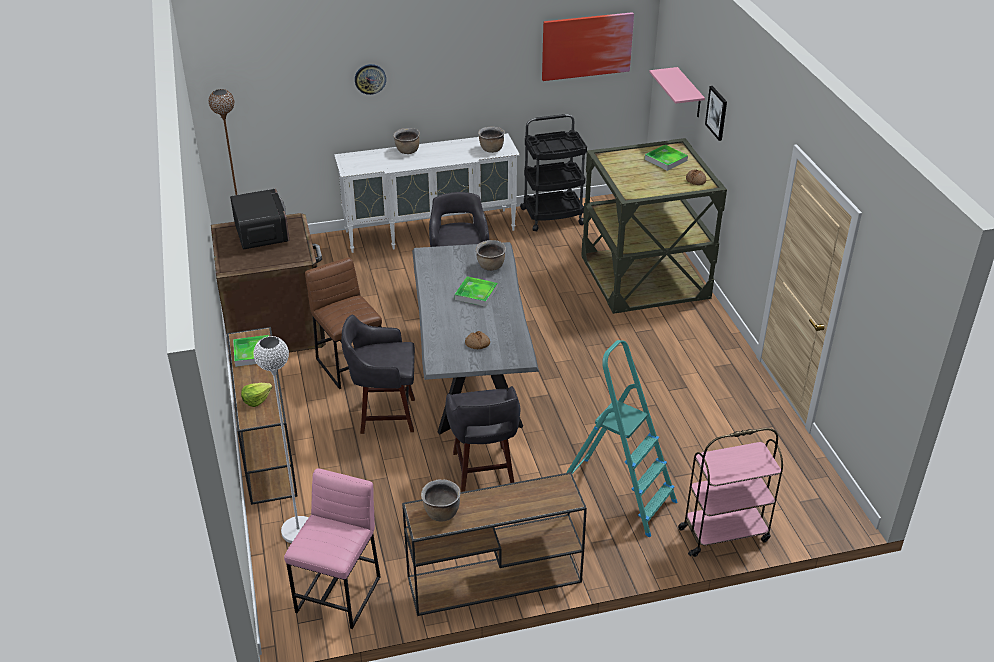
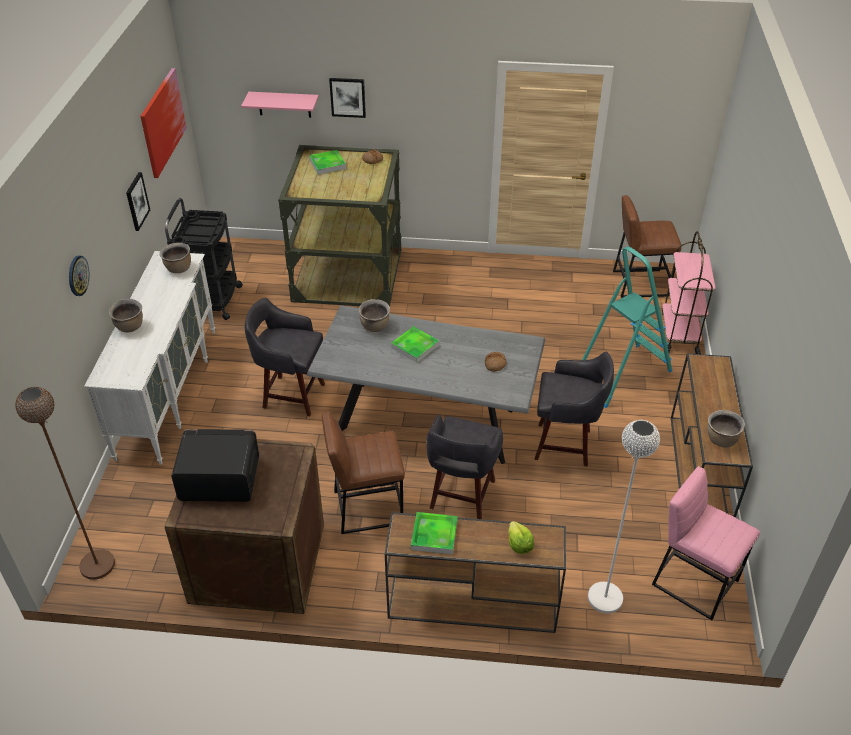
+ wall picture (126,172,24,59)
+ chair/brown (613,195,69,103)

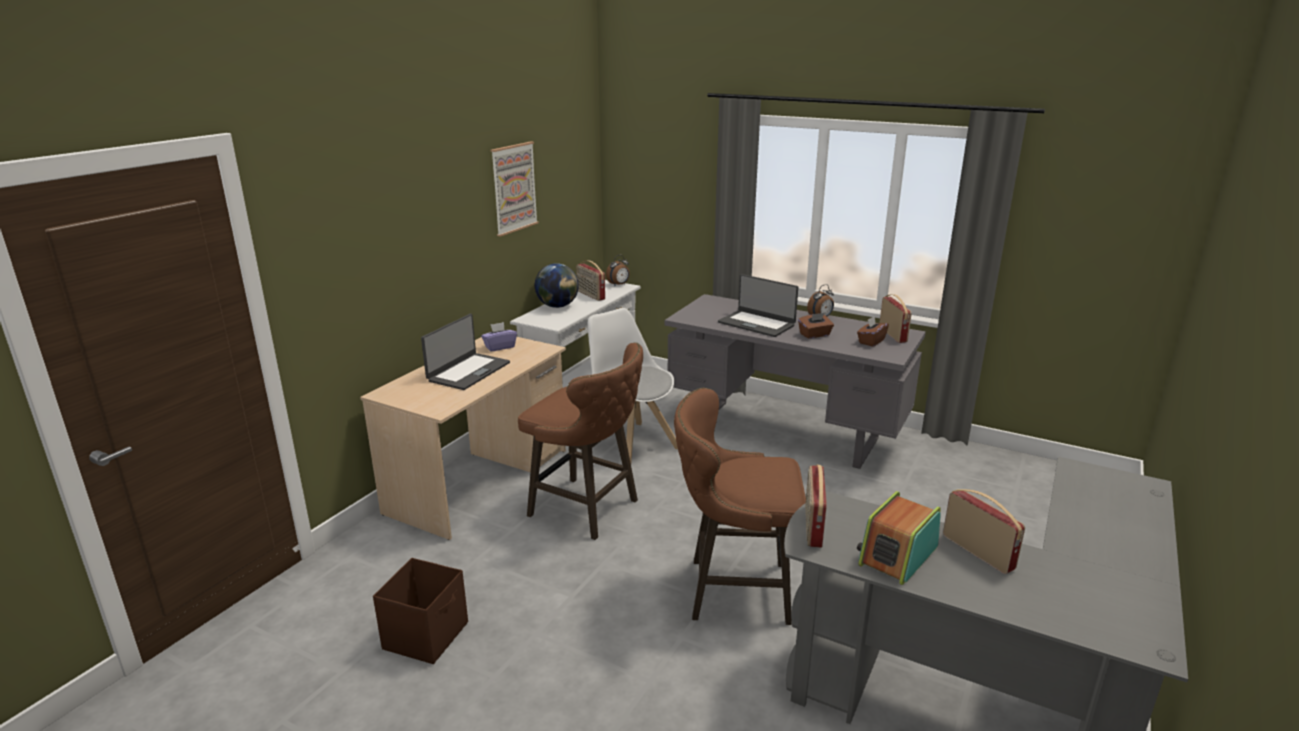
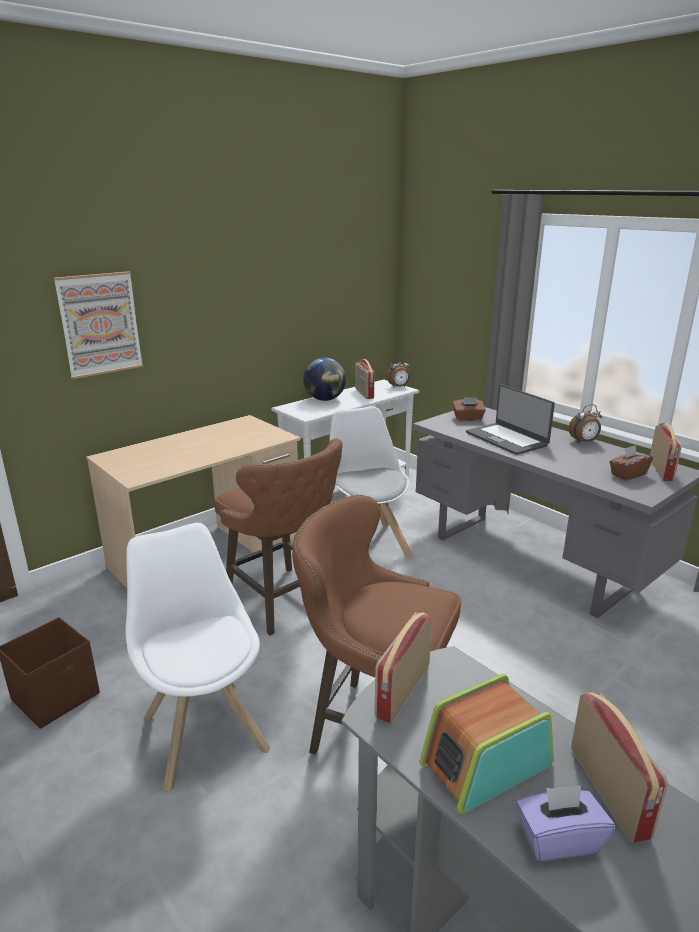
- laptop (421,314,89,76)
~ tissue holder/purple (481,322,36,30) to (516,786,98,75)
~ wall picture (490,141,48,96) to (54,271,89,108)
~ tissue holder/brown (798,313,36,26) to (453,397,33,24)
+ chair/white (125,523,145,270)

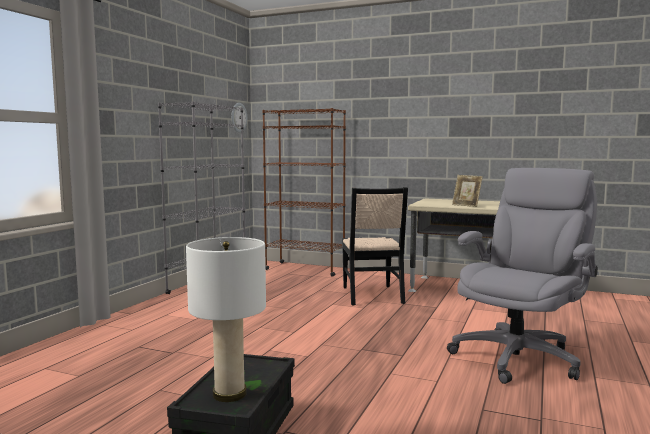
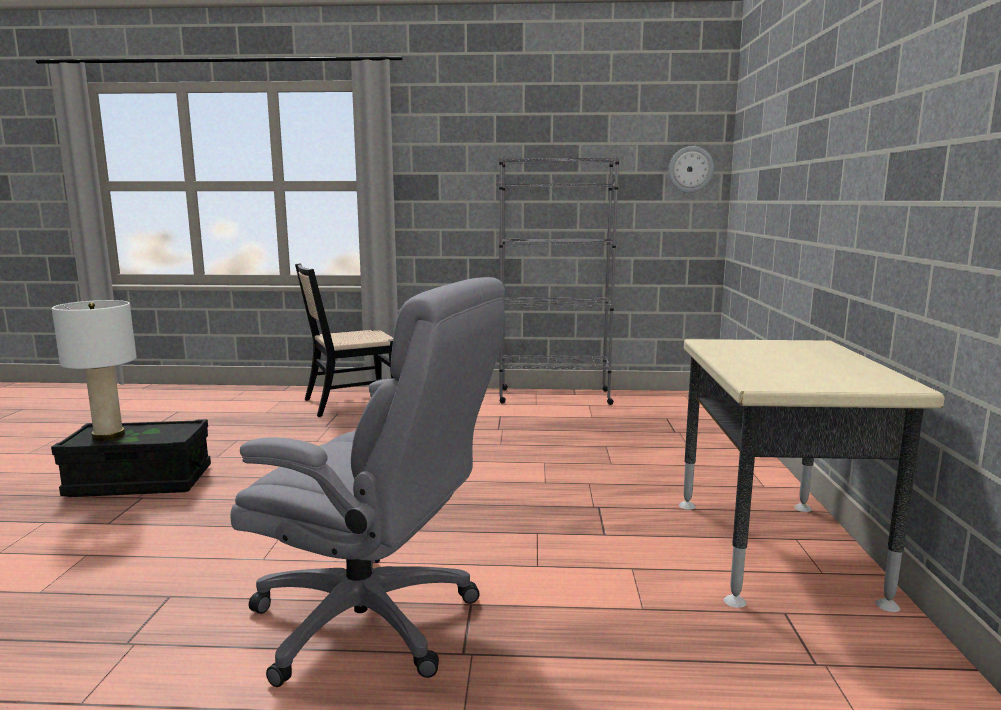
- bookshelf/brown (262,108,84,169)
~ chair (342,187,66,119) to (295,263,99,154)
- picture frame (452,175,31,32)

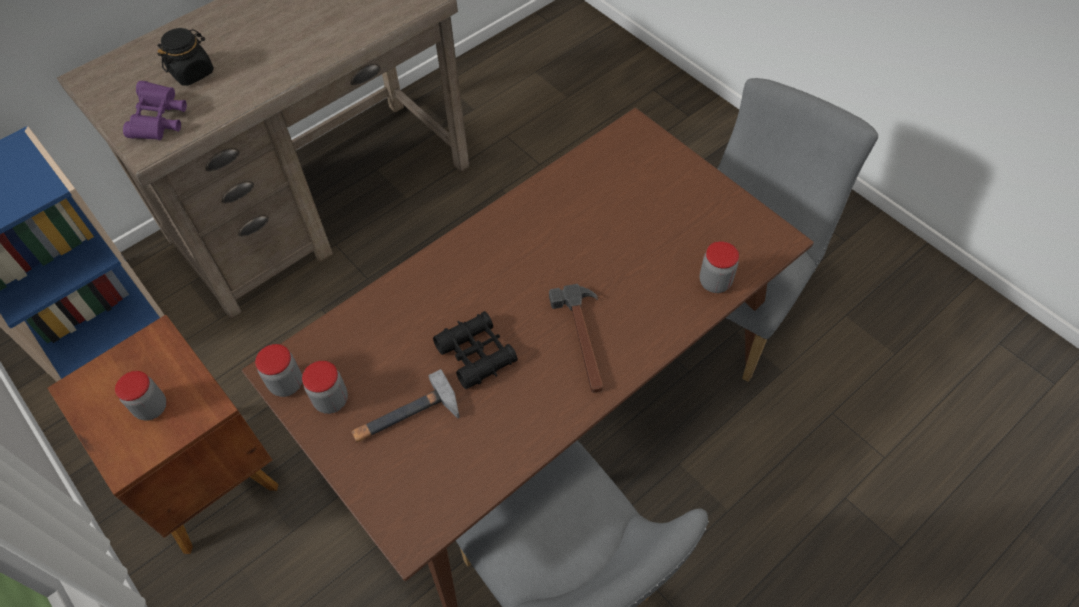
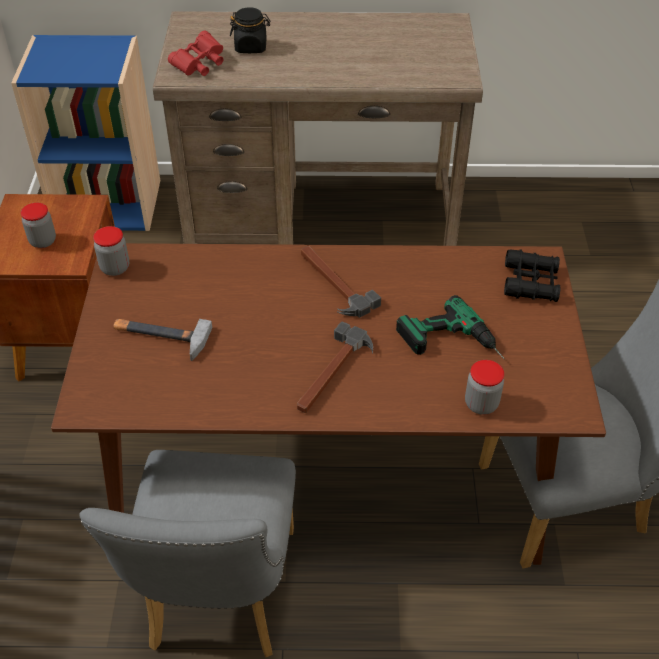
~ binoculars/purple (123,81,64,59) to binoculars/reddish (168,31,56,45)
- storage jar (302,361,46,53)
~ binoculars/blackish (433,311,85,78) to (504,249,57,53)
+ hand hammer (301,246,80,72)
+ power drill (396,295,108,64)

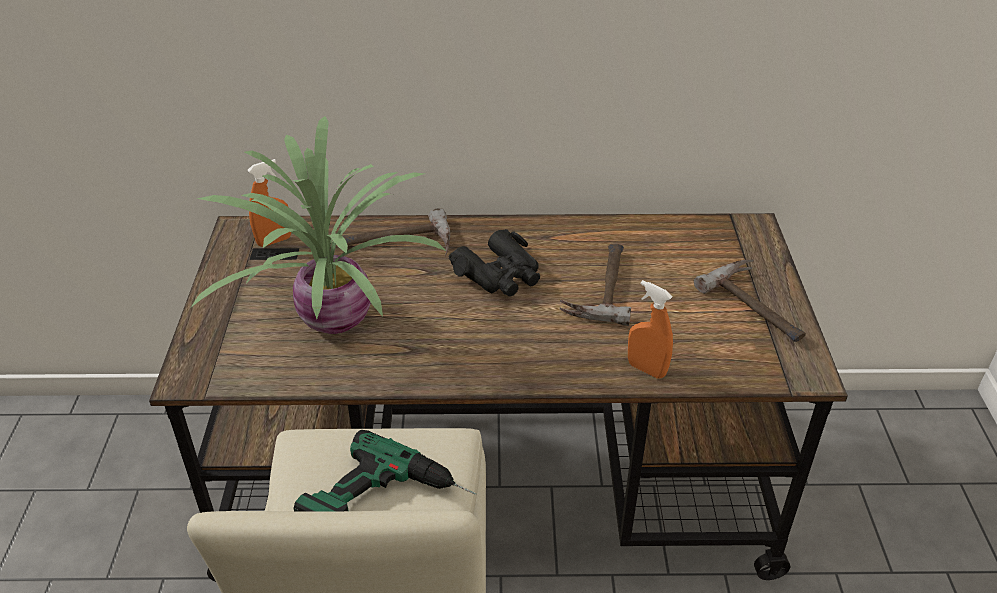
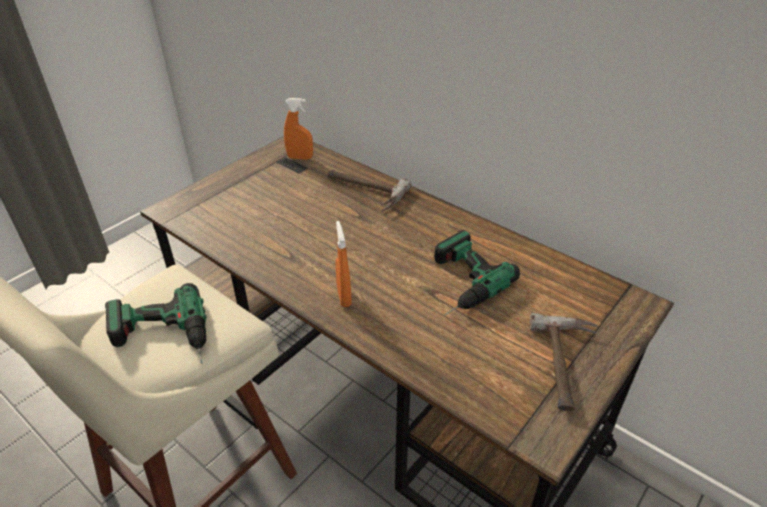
- houseplant (191,116,255,218)
- binoculars/blackish (449,229,91,68)
~ hand hammer (560,244,71,82) to power drill (434,230,86,85)
~ hand sprayer/orange-coloured (628,280,45,99) to (335,221,17,86)

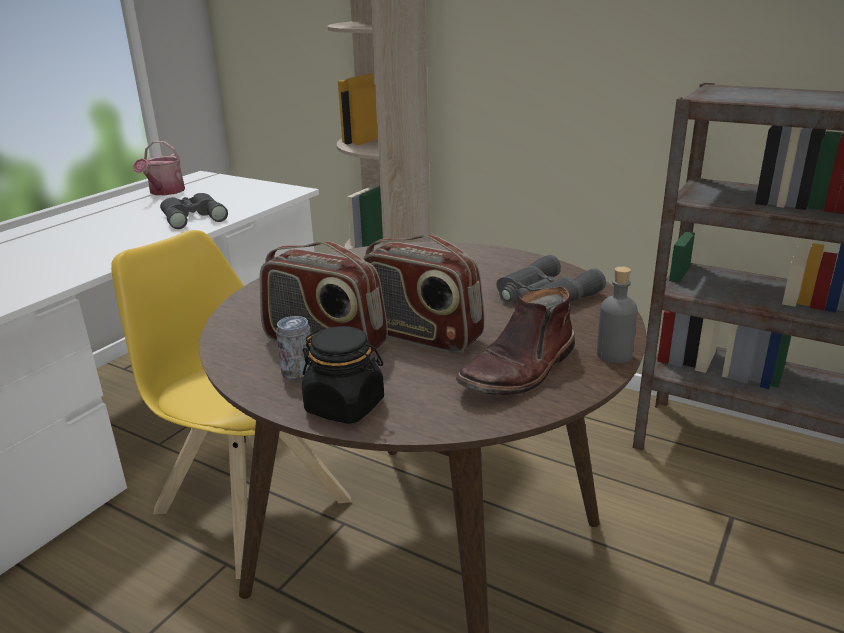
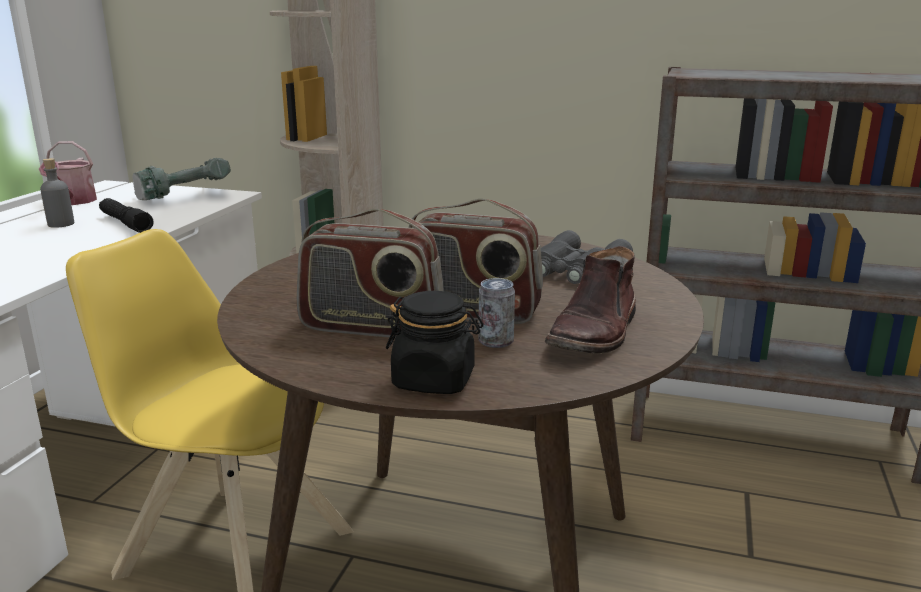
~ binoculars/grey (160,193,68,36) to hand torch/blackish (99,198,54,35)
~ metal can (276,316,35,65) to (478,278,37,70)
~ drink bottle/grey (597,266,41,97) to (40,158,34,70)
+ power drill (132,158,99,42)

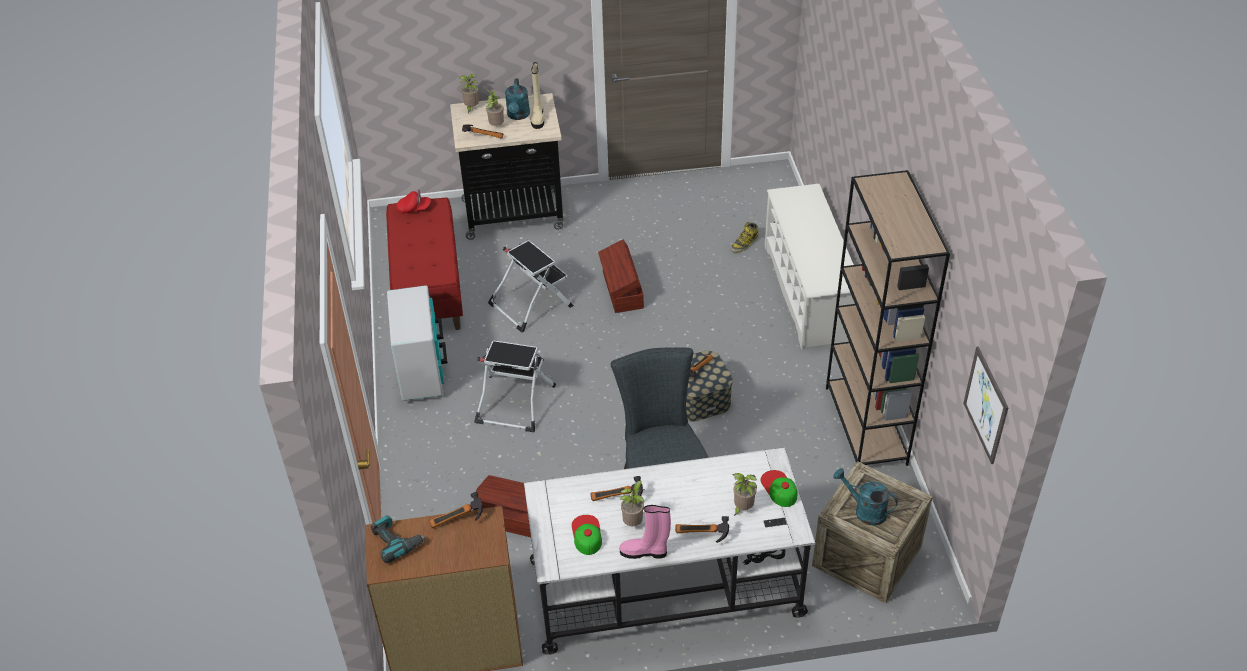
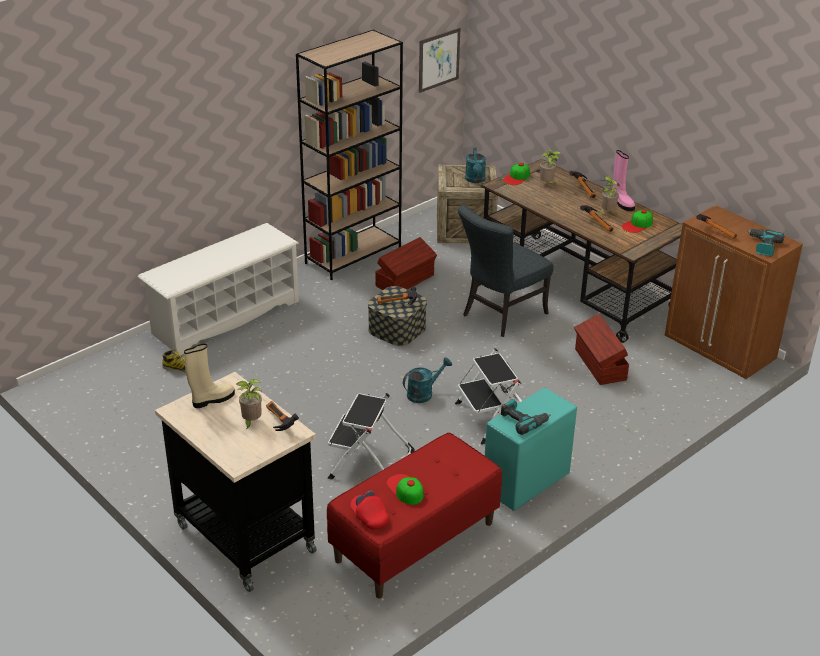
~ night table/white (387,285,61,116) to night table/turquoise-coloured (485,388,92,123)
- houseplant (459,74,20,39)
~ watering pot/turquoise-coloured (505,78,25,42) to (403,357,49,46)
~ desk/white (524,447,291,208) to desk/brown (481,159,202,184)
~ storage box/brown (598,239,46,74) to (375,237,62,53)
+ cap (387,474,37,31)
+ power drill (501,399,49,36)

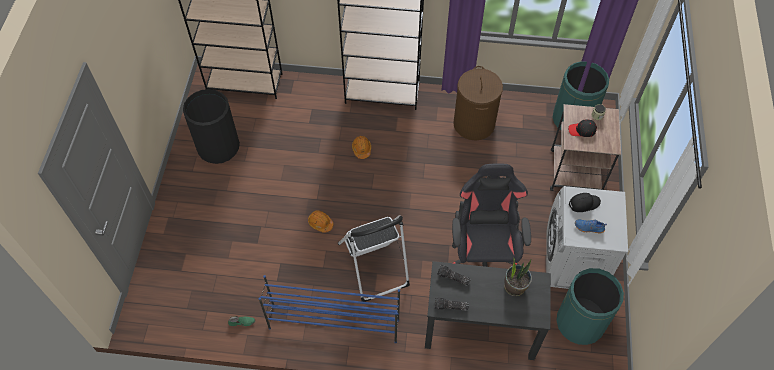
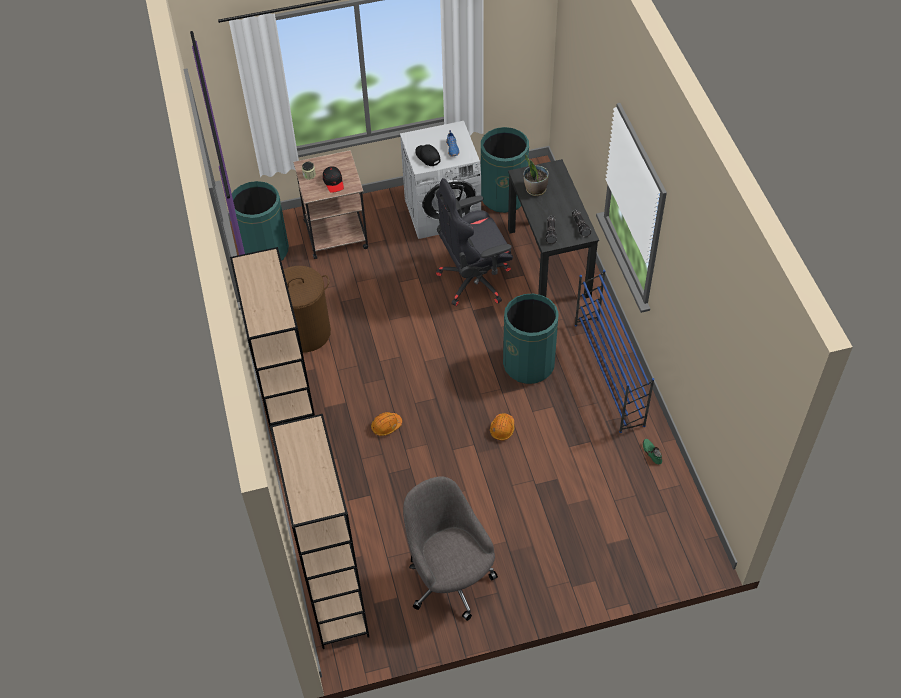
~ rubbish bin/blackish (183,89,57,75) to computer chair/grey (403,476,95,145)
~ step ladder (338,215,72,87) to rubbish bin/green-coloured (503,294,56,90)

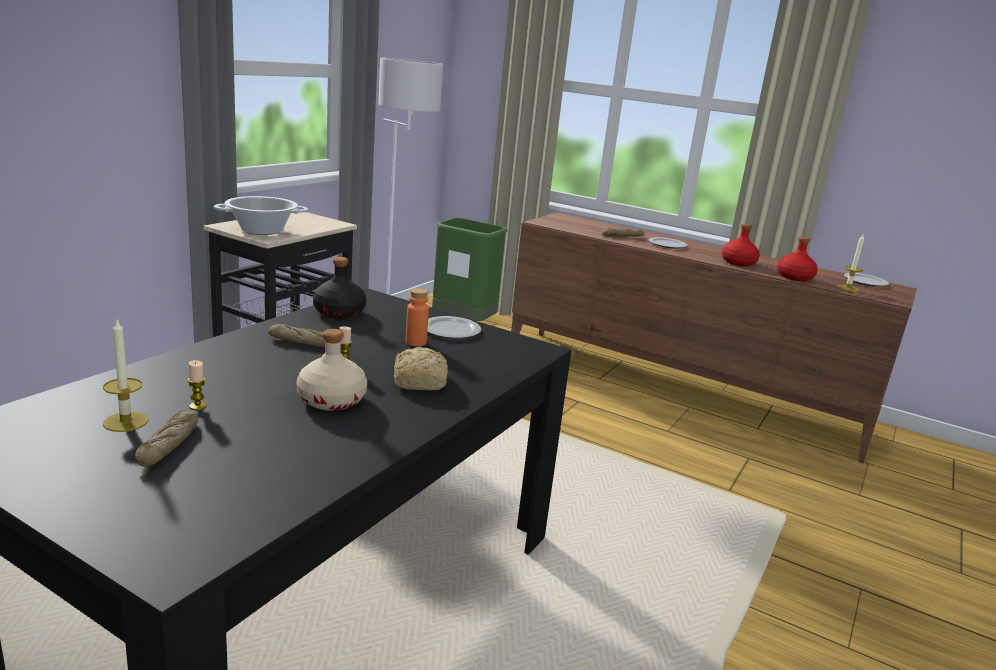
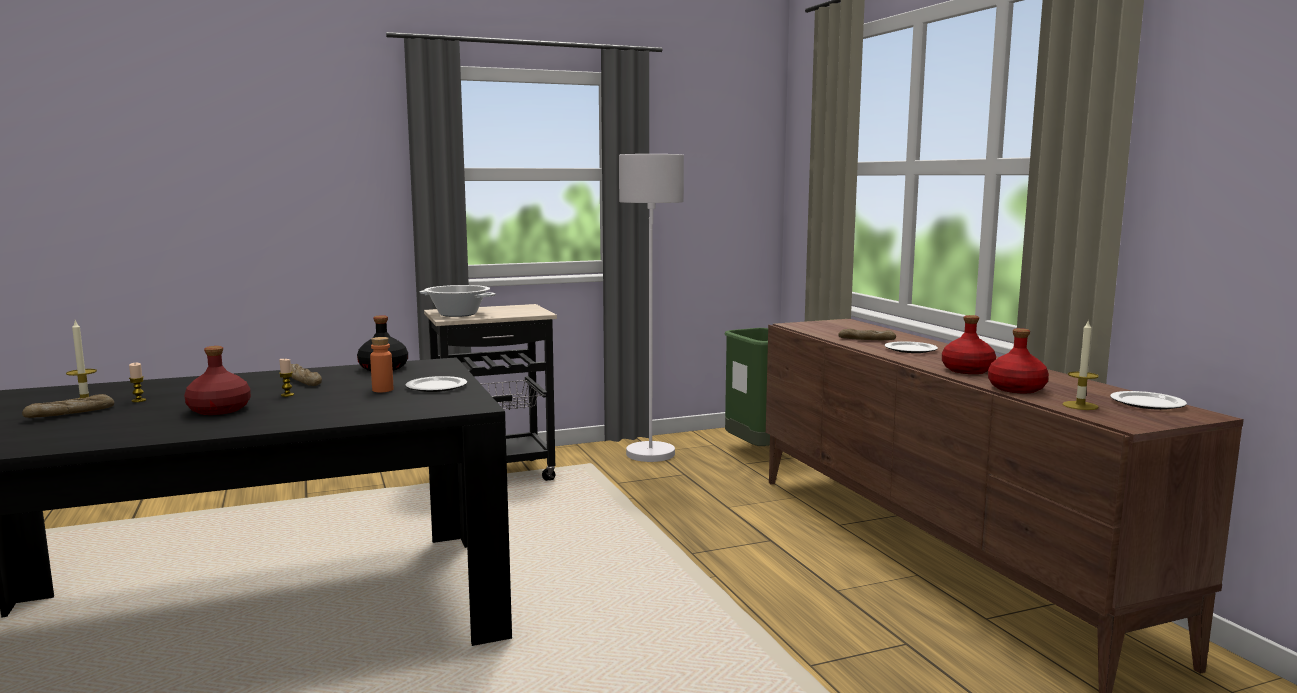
~ drink bottle/sand-coloured (296,329,71,82) to drink bottle/reddish (184,346,67,69)
- bread (394,347,54,43)

